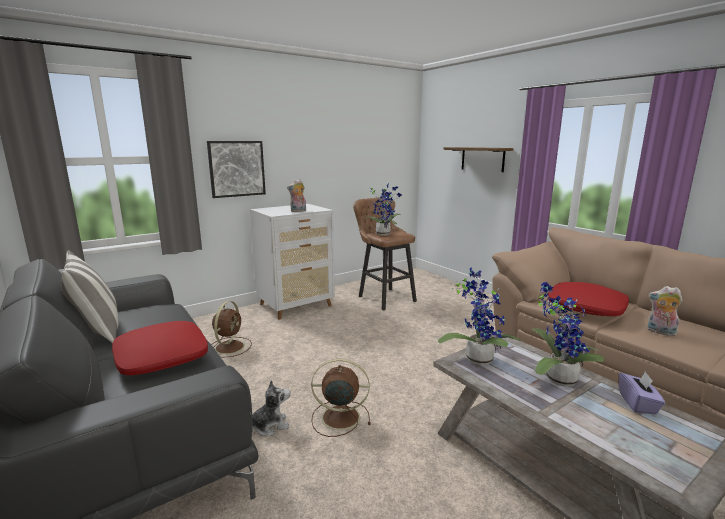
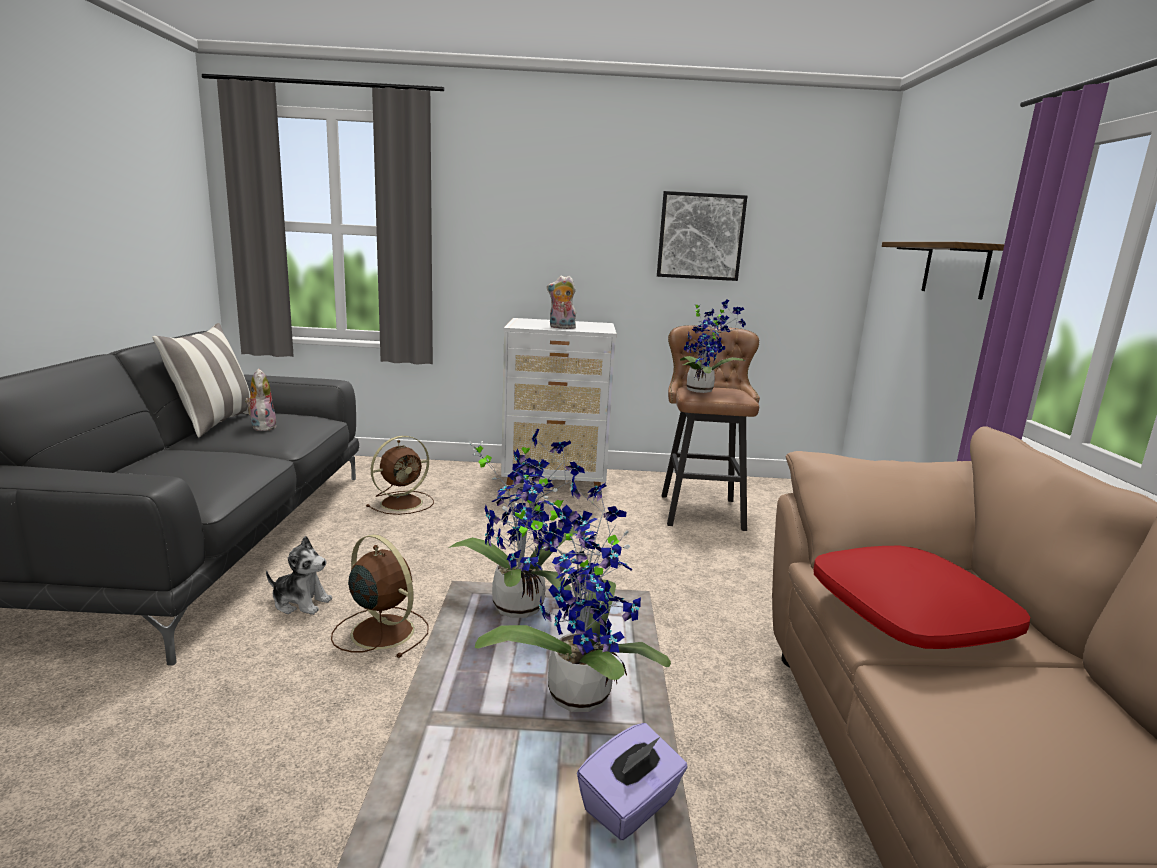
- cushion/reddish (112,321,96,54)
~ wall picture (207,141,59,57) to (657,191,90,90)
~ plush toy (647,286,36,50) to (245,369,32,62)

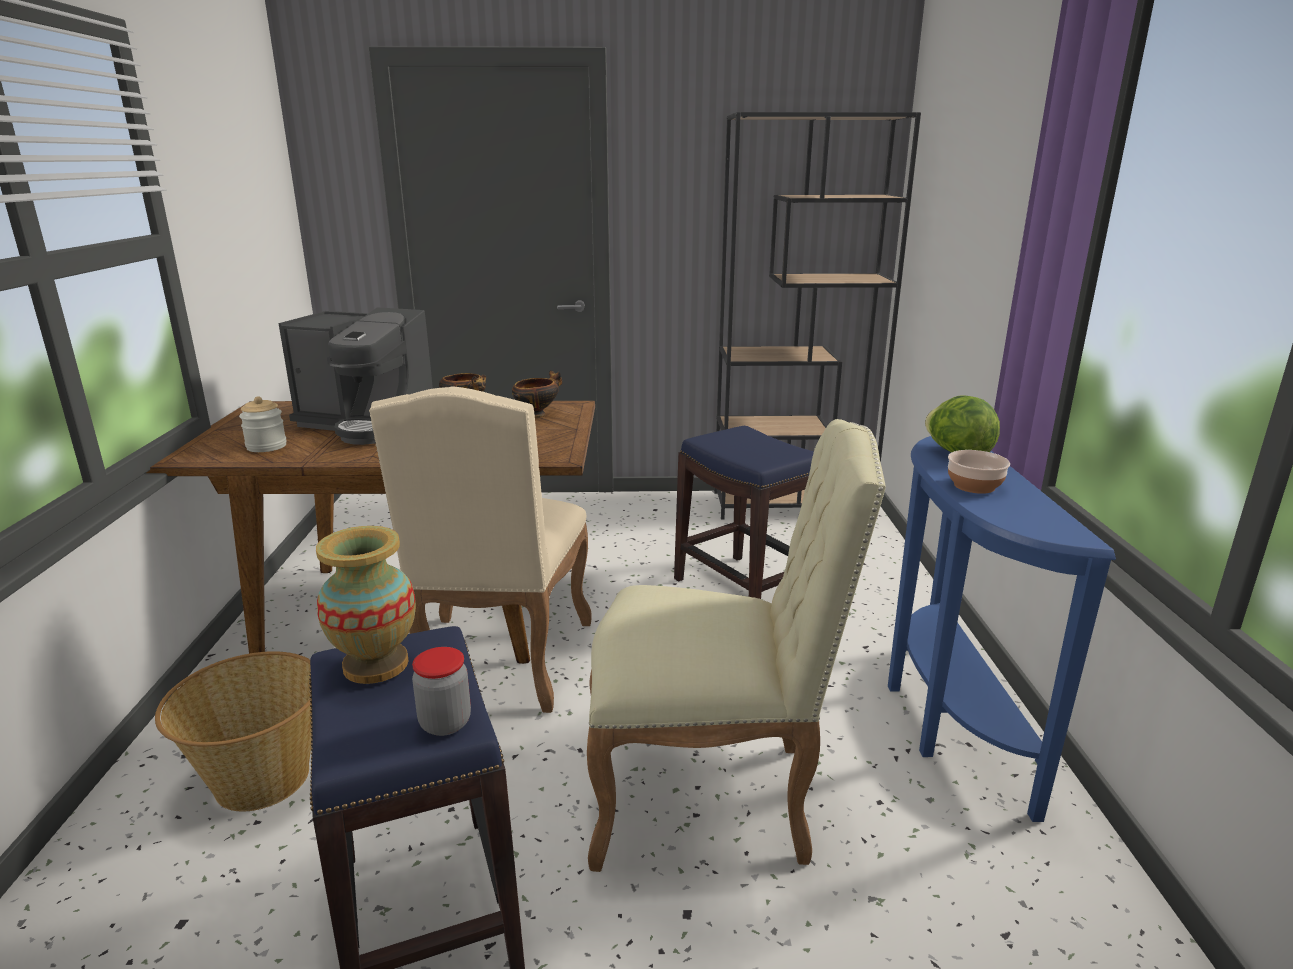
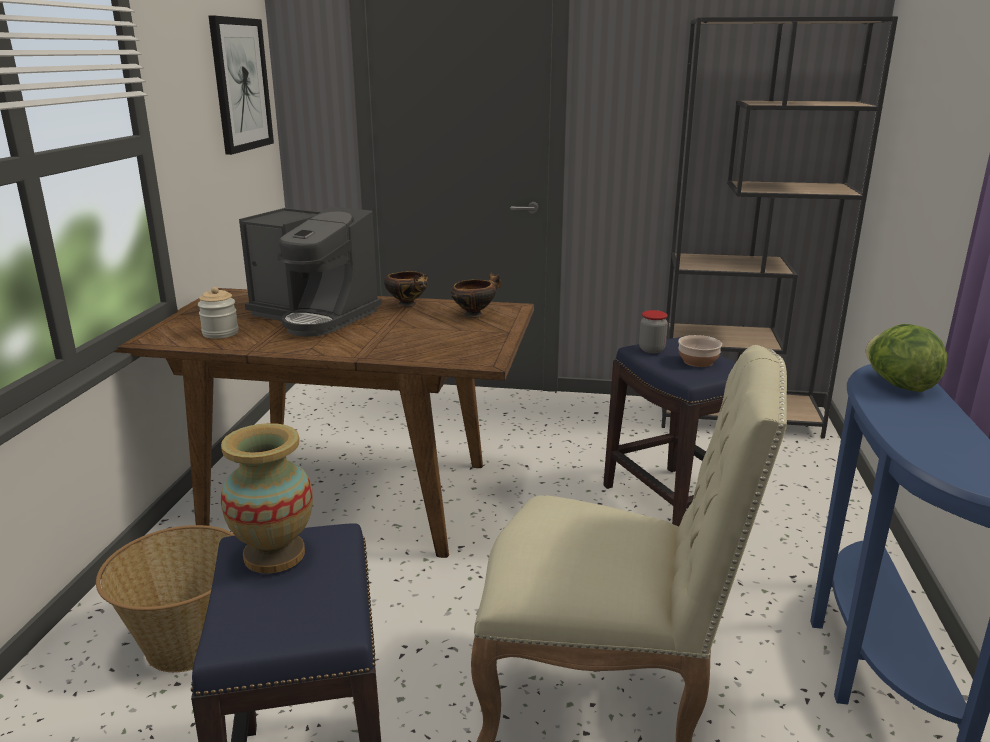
- chair/sand-coloured (369,386,223,327)
~ storage jar (412,647,59,89) to (639,310,29,43)
~ deep dish (948,450,62,44) to (678,335,44,32)
+ wall picture (209,16,65,139)

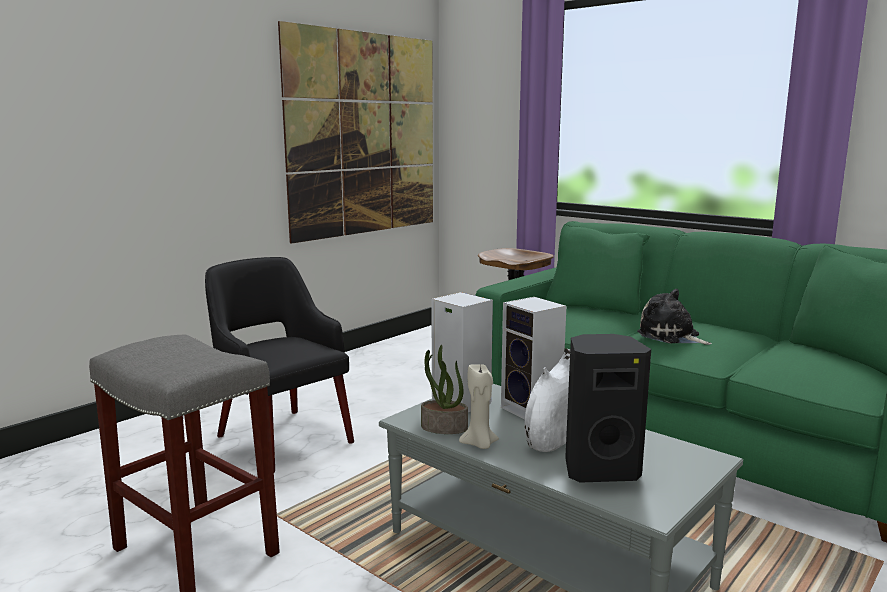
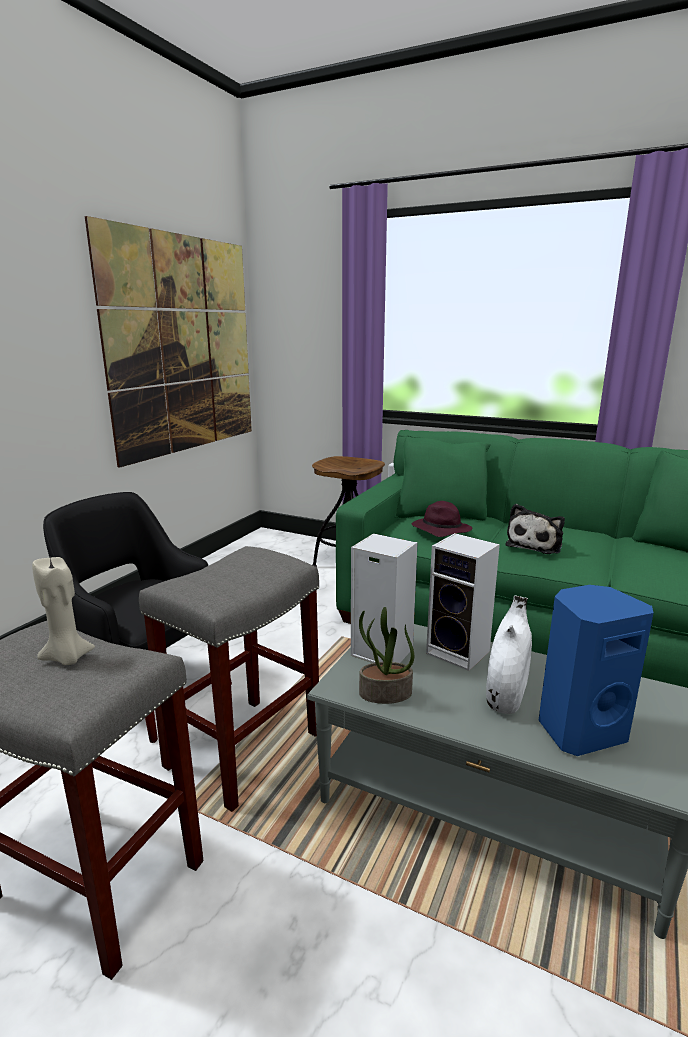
~ wax candle/sand-coloured (459,364,40,85) to (32,557,63,108)
~ audio speaker/blackish (565,334,86,149) to audio speaker/blue-coloured (539,585,114,171)
~ plush toy (637,289,75,56) = (506,504,59,50) 90 degrees counterclockwise
+ sitting stool/grey (139,546,180,266)
+ wearable hat/purple (412,501,61,36)

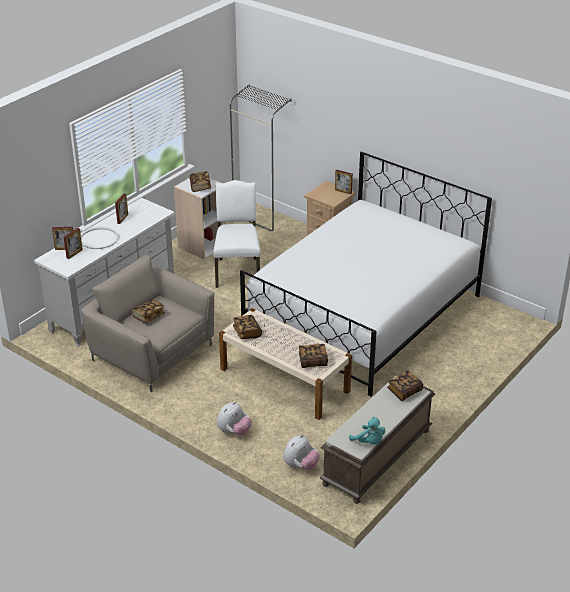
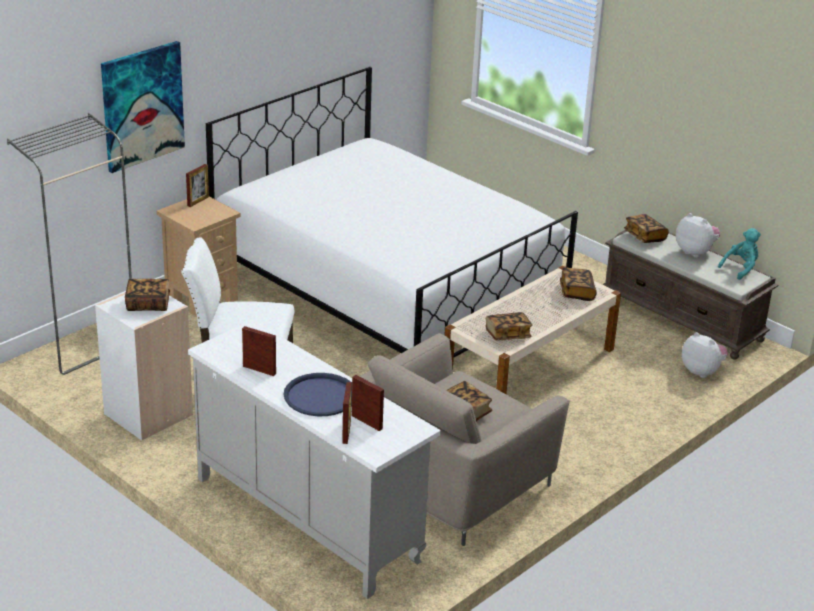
~ carrying tray/white (81,227,38,22) to carrying tray/blue-coloured (284,373,68,43)
~ plush toy (217,401,35,35) to (676,213,44,45)
+ wall picture (101,41,84,132)

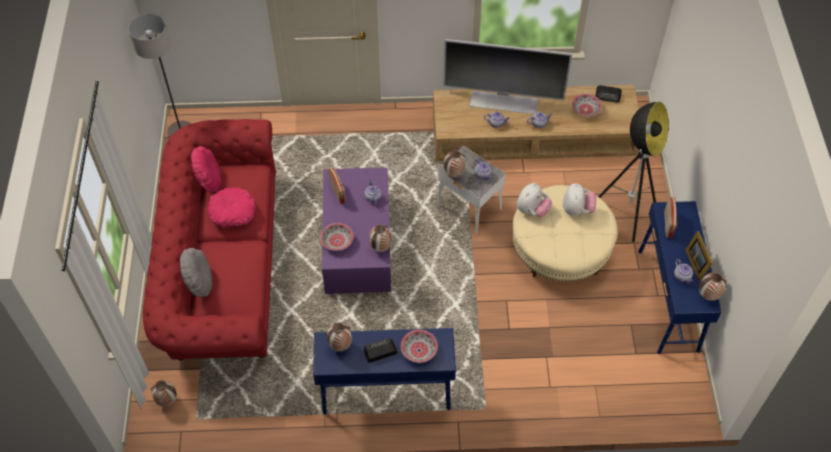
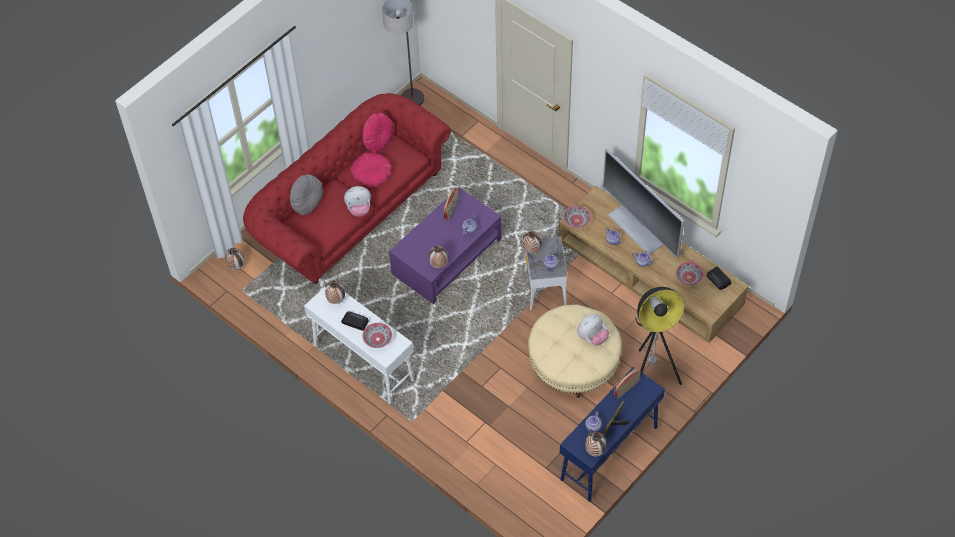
~ console table/blue-coloured (313,328,143,86) to console table/white (304,287,110,117)
~ deep dish (320,223,33,28) to (563,205,28,23)
~ plush toy (516,183,36,34) to (344,186,27,31)

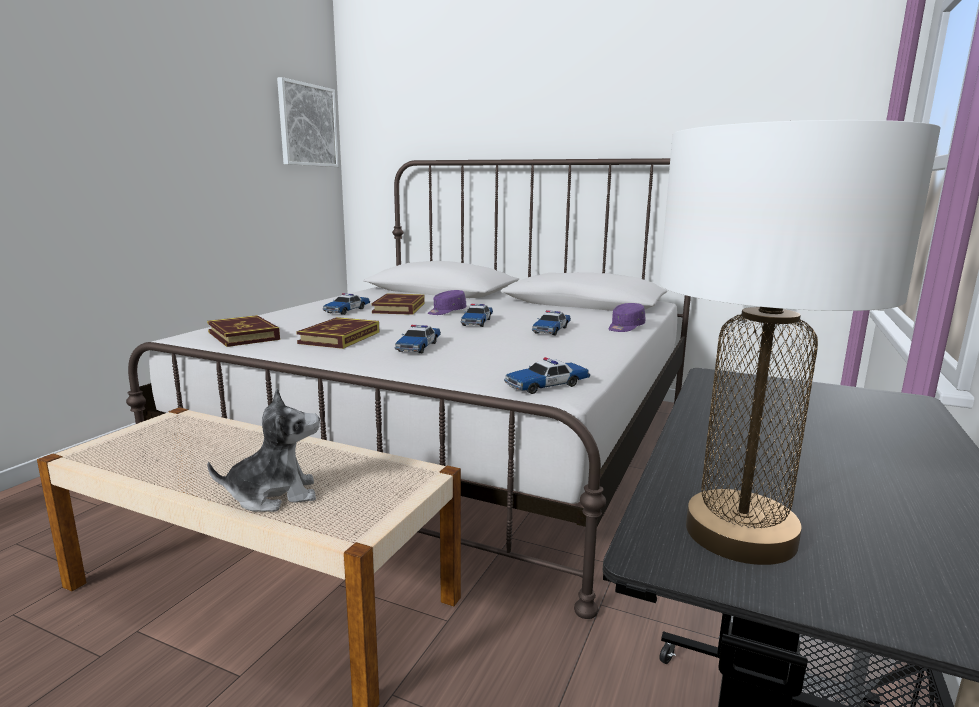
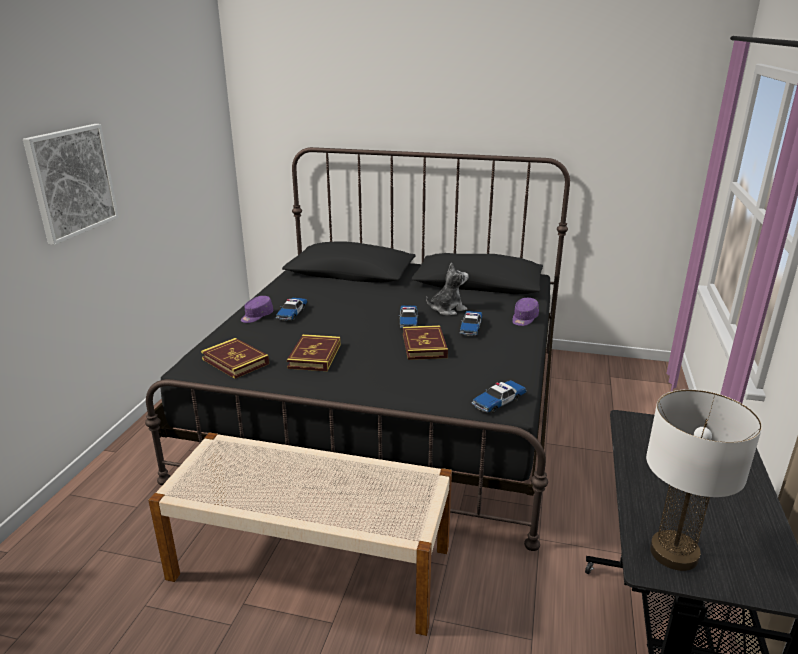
~ bed/white (126,158,565,461) to bed/blackish (145,147,425,404)
~ plush toy (207,388,113,124) to (426,262,42,53)
~ wall picture (277,77,62,90) to (23,124,96,121)
~ book (371,293,54,22) to (403,325,45,35)
- model car (395,325,46,28)
~ cap/purple (428,290,38,25) to (241,296,32,27)

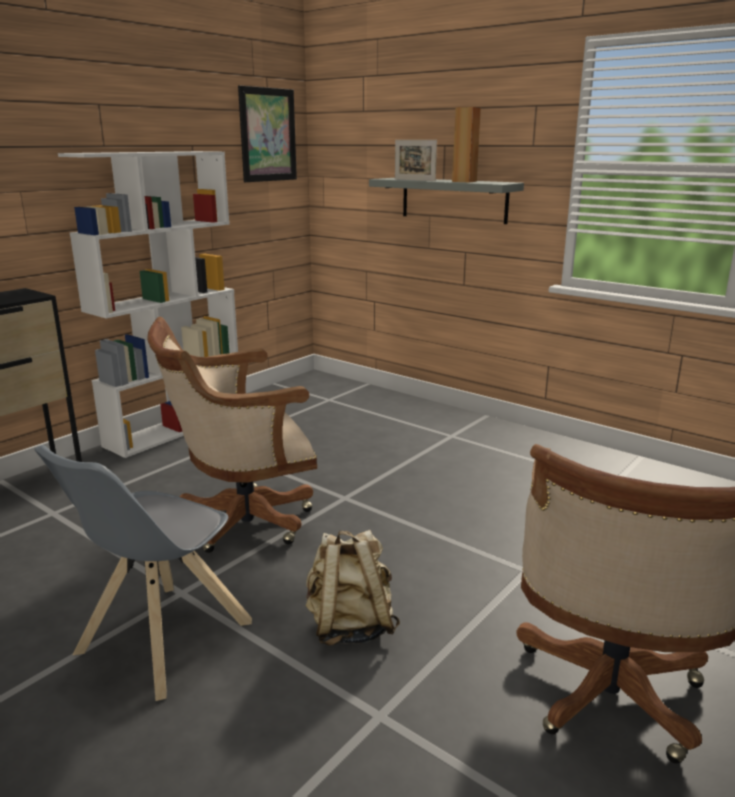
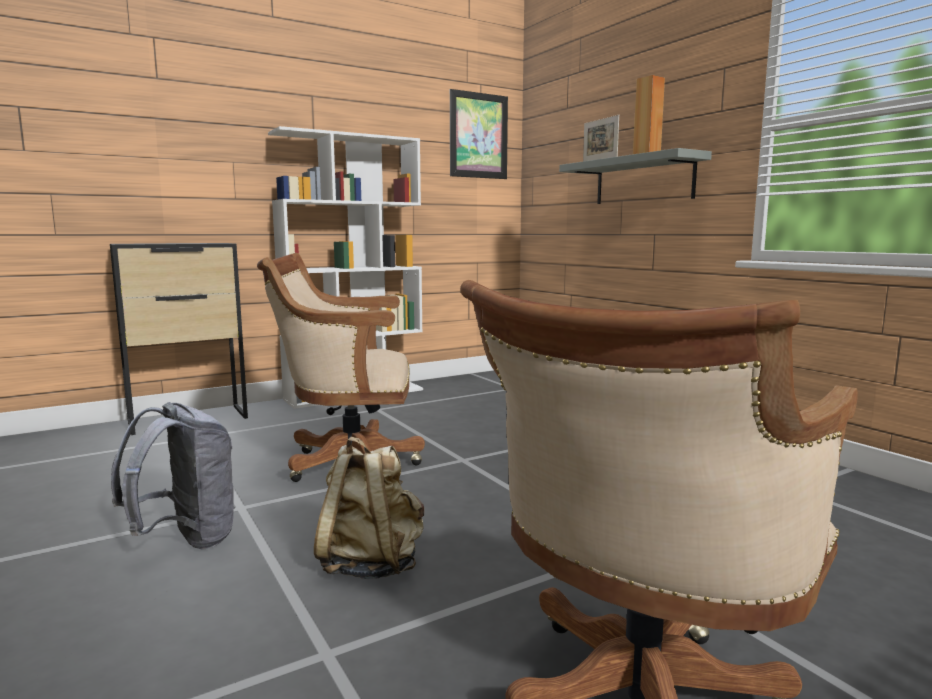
~ chair/grey (34,445,218,256) to knapsack/grey (111,402,125,147)

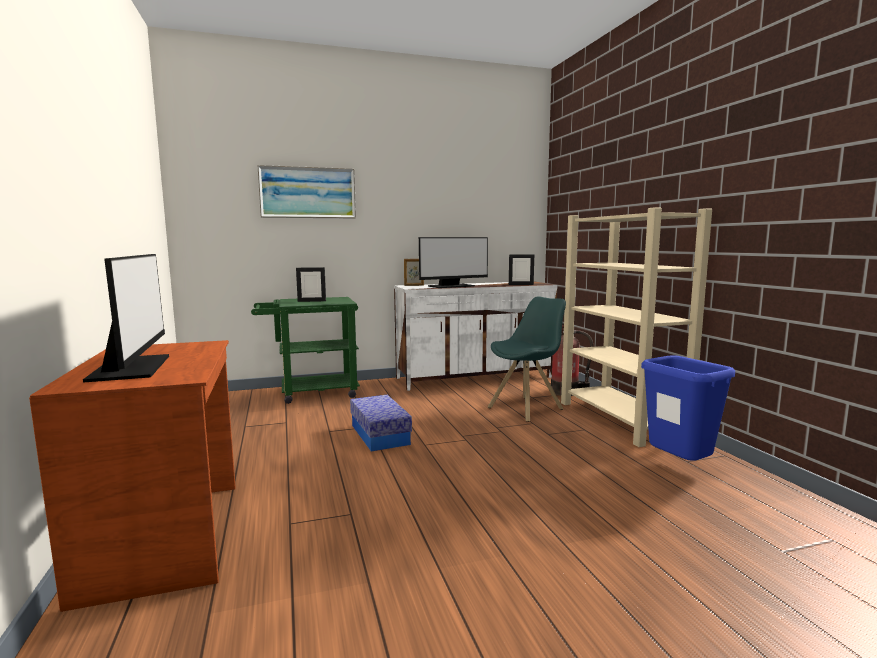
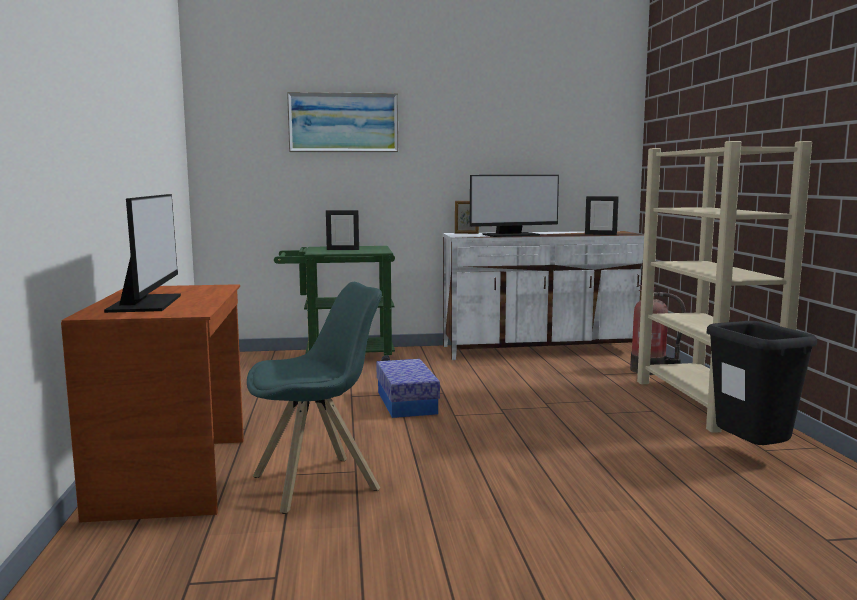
~ chair/turquoise-coloured (488,296,78,126) to (247,282,135,232)
~ rubbish bin/blue-coloured (641,355,94,106) to rubbish bin/blackish (707,321,110,124)

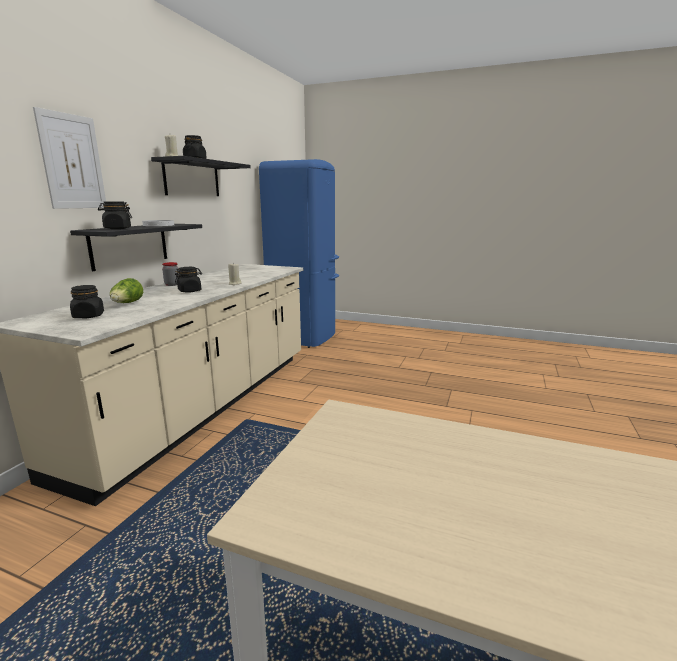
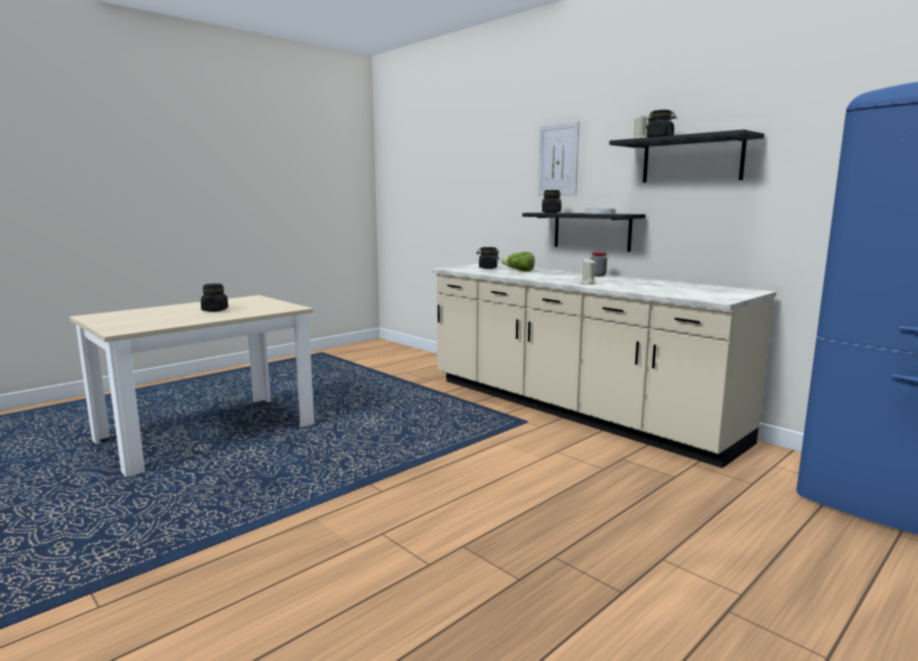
~ storage jar/blackish (175,267,27,26) to (201,284,27,28)

